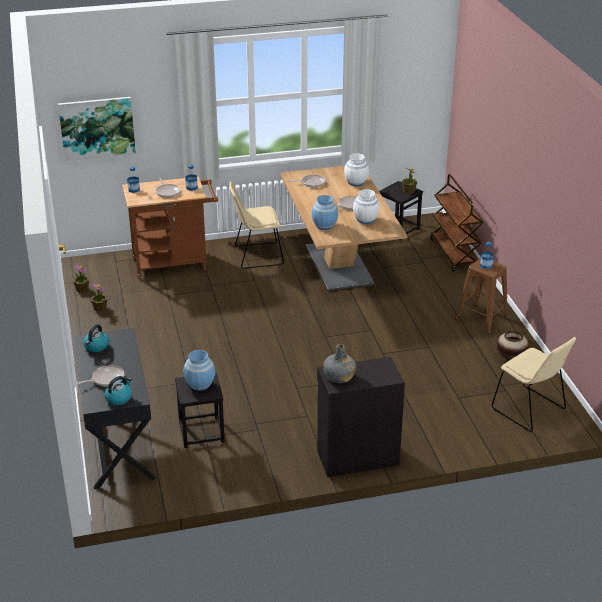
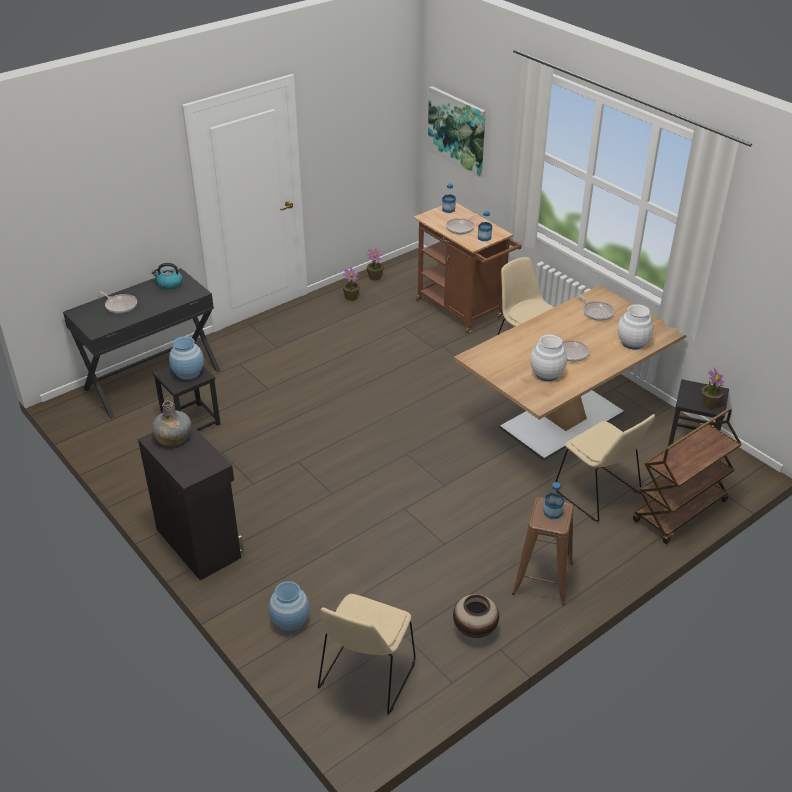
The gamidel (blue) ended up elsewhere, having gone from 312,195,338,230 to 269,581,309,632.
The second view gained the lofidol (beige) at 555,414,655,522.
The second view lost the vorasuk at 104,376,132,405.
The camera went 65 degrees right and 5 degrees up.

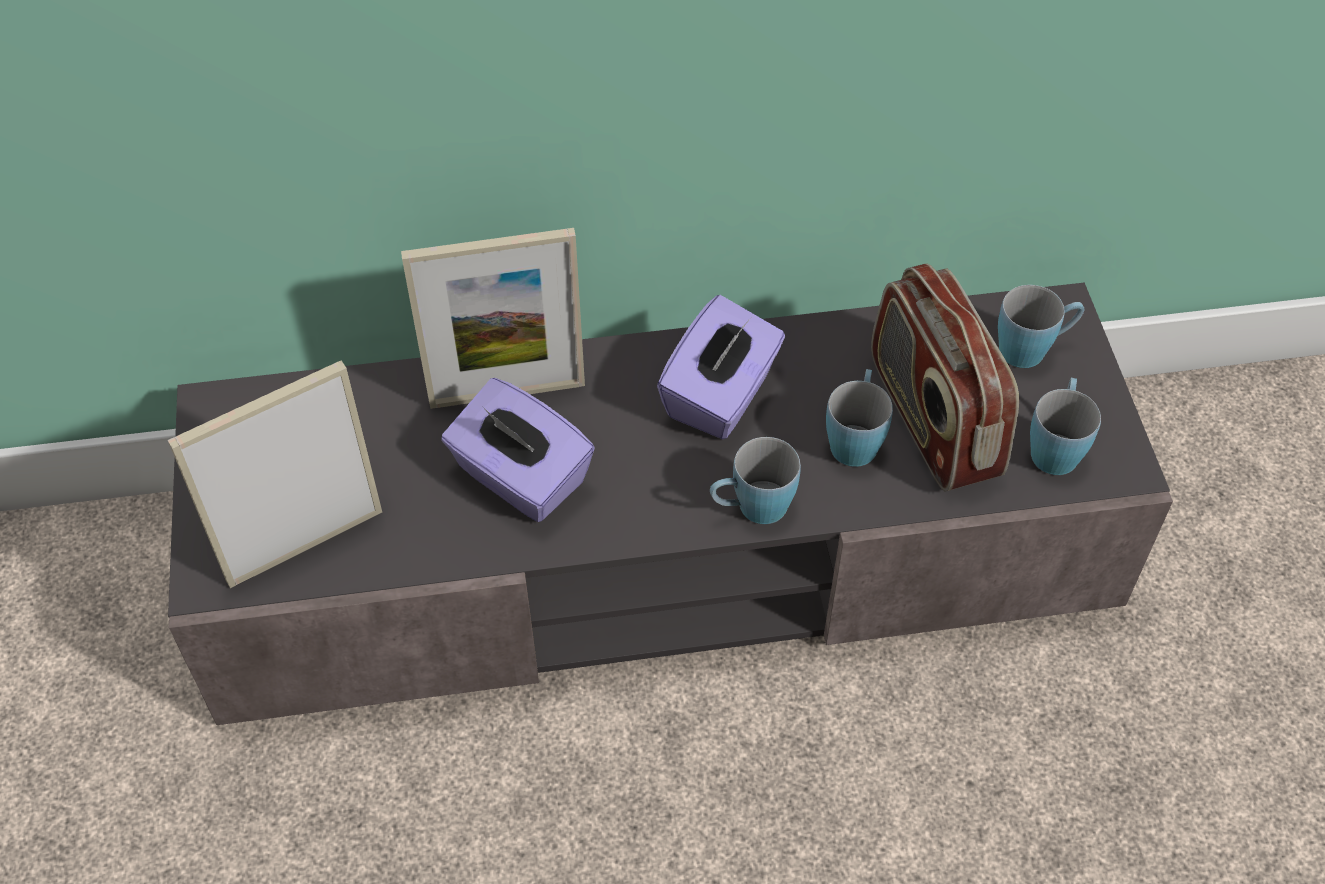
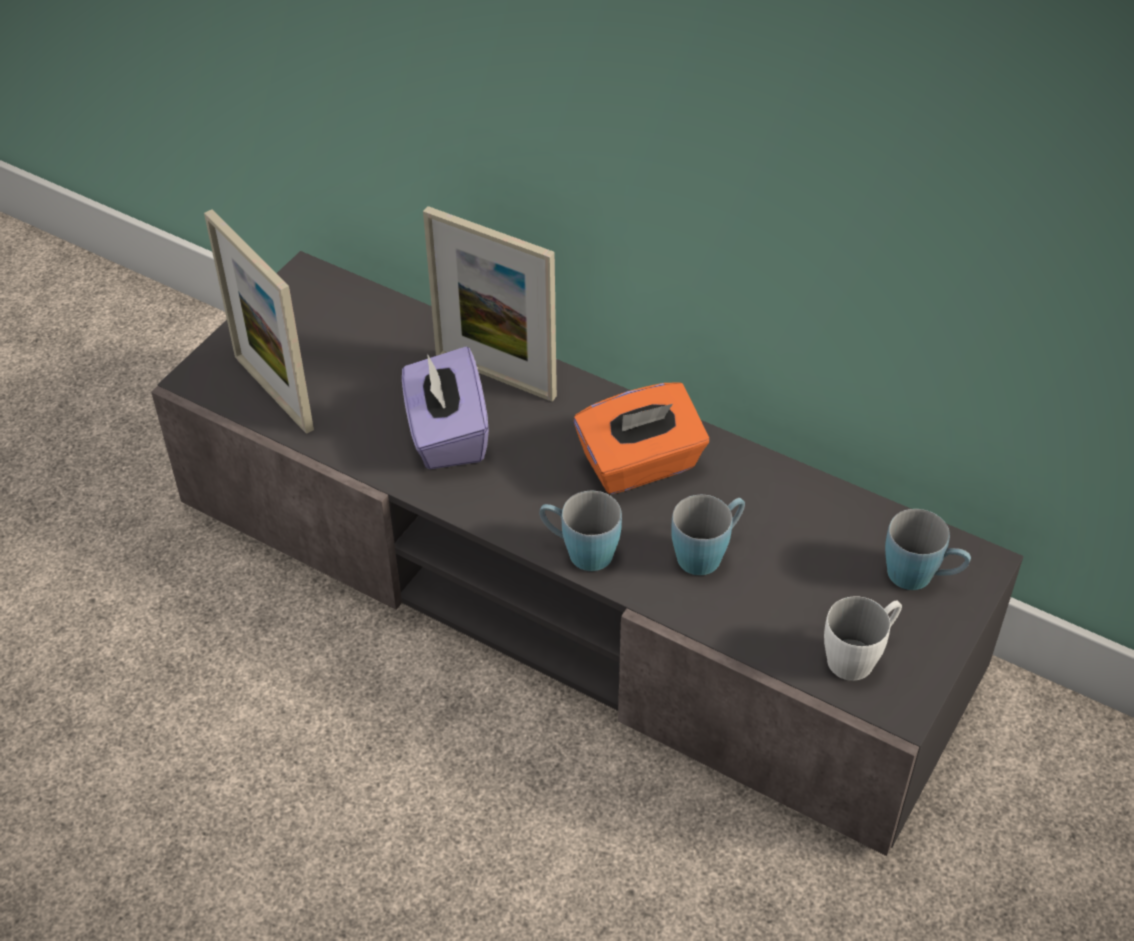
The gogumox at 168,361,382,588 ended up facing another way, 135 degrees counterclockwise from before.
What was the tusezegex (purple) at 657,295,785,439 turned into the tusezegex (orange) at 574,382,709,494.
What was the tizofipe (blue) at 1030,377,1101,475 turned into the tizofipe (white) at 824,596,902,681.
The second view lost the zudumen at 871,263,1019,492.
The camera went 40 degrees right and 5 degrees down.

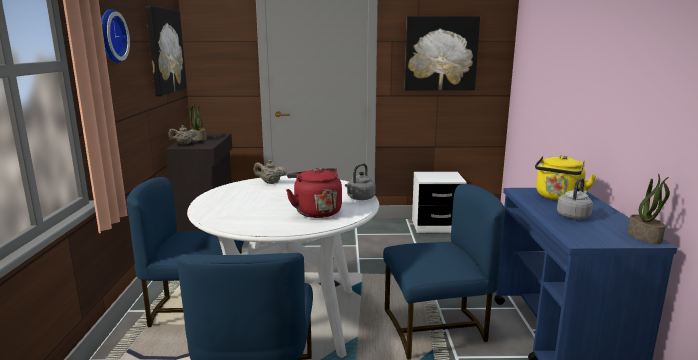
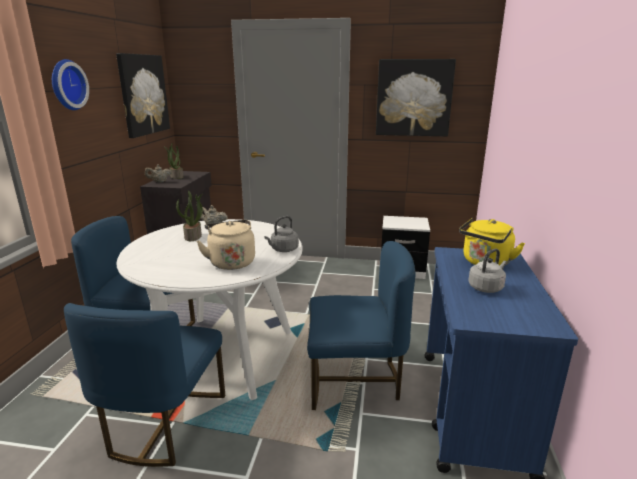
The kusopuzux ended up elsewhere, having gone from 627,173,670,244 to 176,191,203,241.
What was the vorasuk (red) at 286,168,342,218 turned into the vorasuk (beige) at 196,220,255,270.
The camera went 10 degrees right and 5 degrees up.

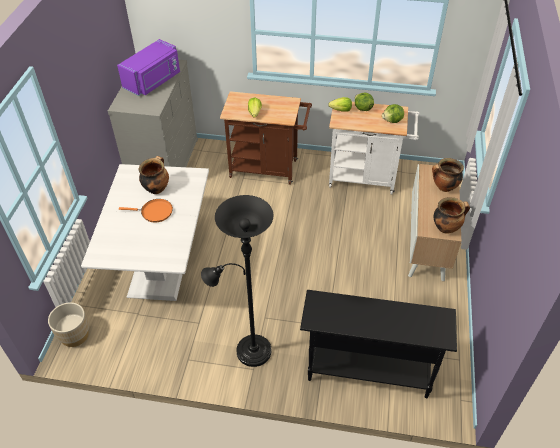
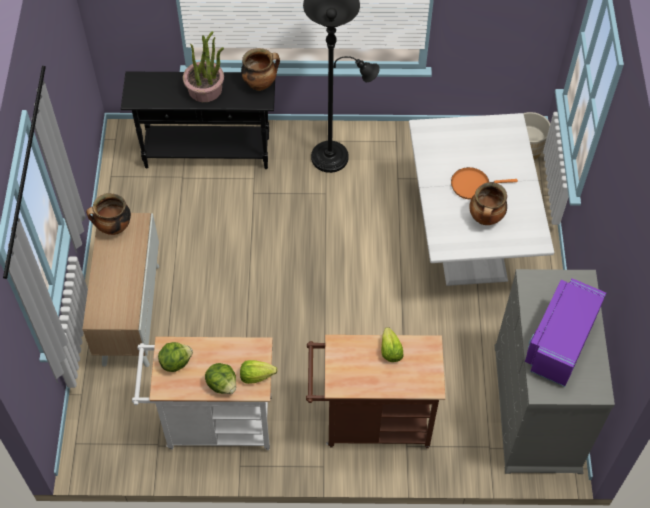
The second view gained the kusopuzux at 183,31,224,102.
The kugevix ended up elsewhere, having gone from 432,158,464,192 to 241,48,280,91.
The camera went 170 degrees right and 10 degrees up.

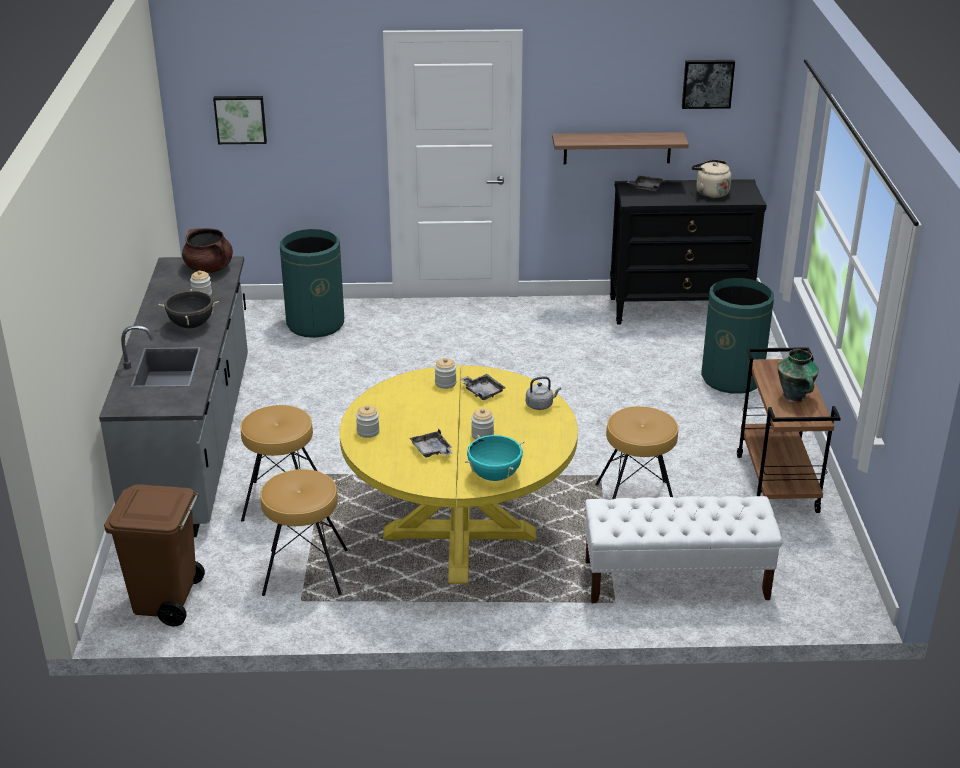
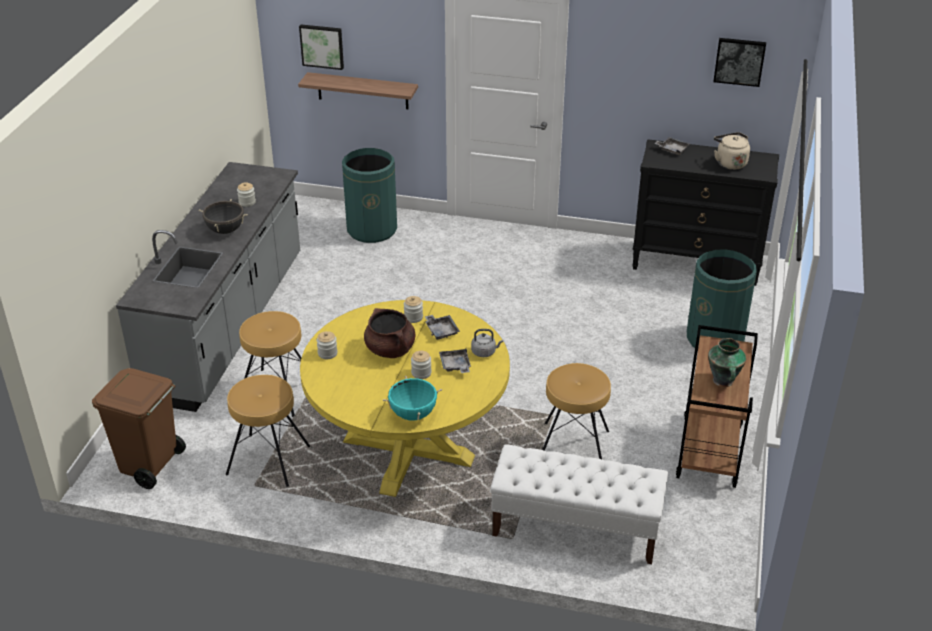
The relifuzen ended up elsewhere, having gone from 552,132,689,164 to 298,72,418,109.
The kugevix (brown) ended up elsewhere, having gone from 182,228,233,273 to 364,308,416,358.
The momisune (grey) ended up elsewhere, having gone from 409,429,453,458 to 439,349,471,373.
The camera went 15 degrees right and 5 degrees up.

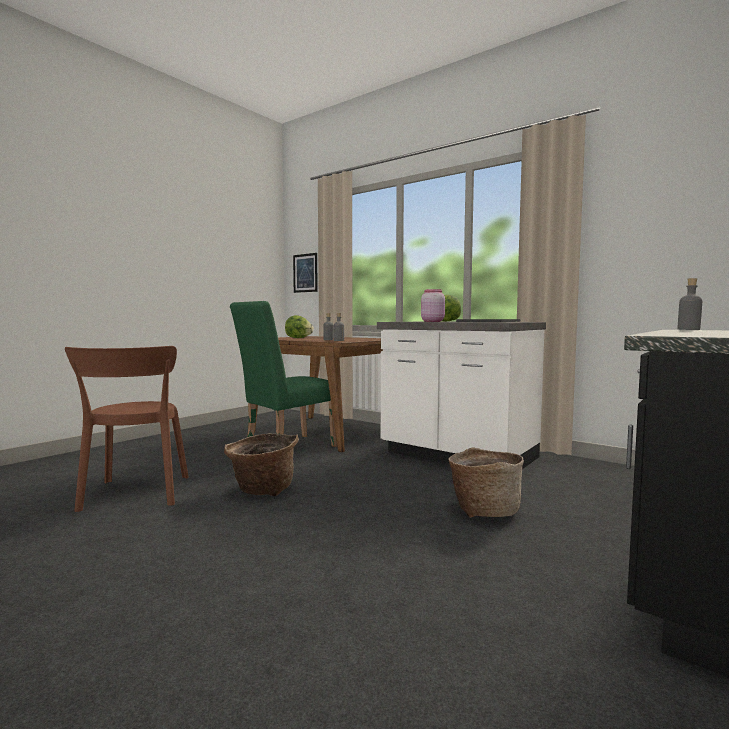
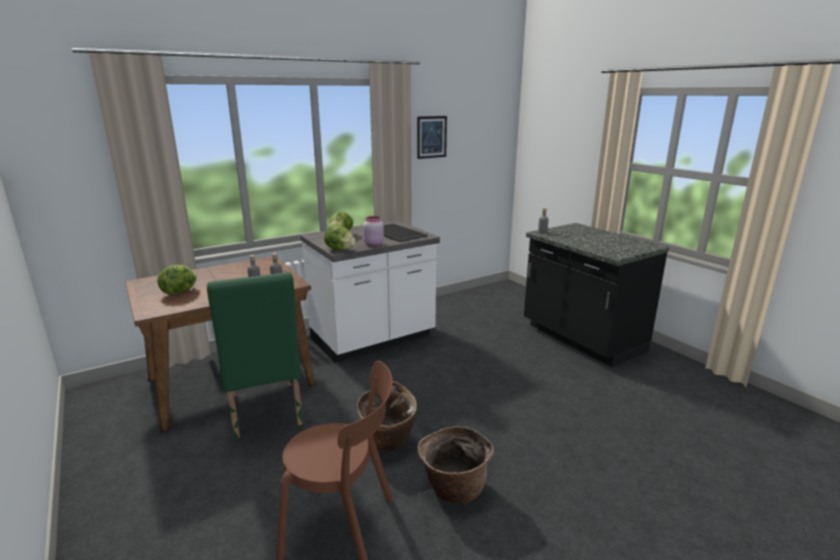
The second view gained the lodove at 324,224,356,251.
The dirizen ended up elsewhere, having gone from 293,253,318,293 to 417,116,447,159.
The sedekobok ended up elsewhere, having gone from 448,447,524,518 to 417,426,494,505.
The camera went 70 degrees left and 15 degrees up.

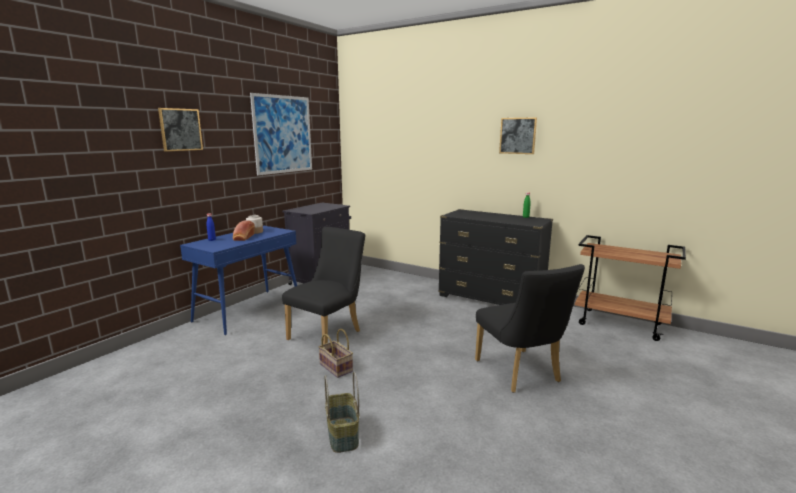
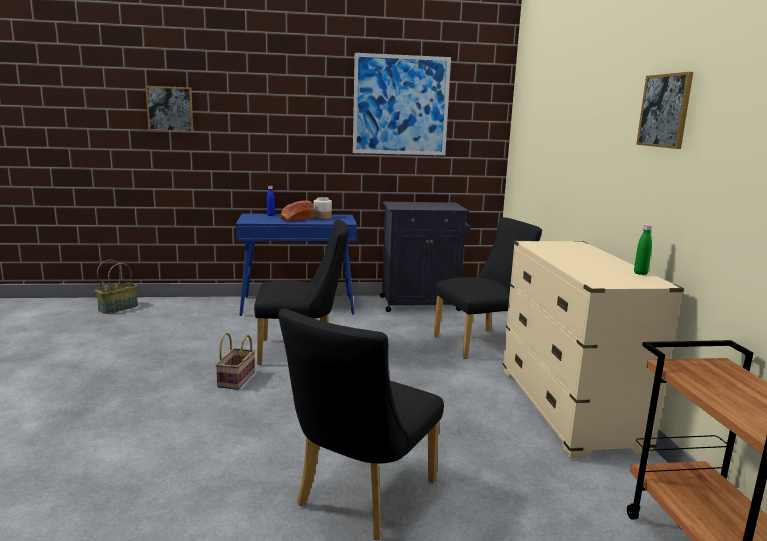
The sedekobok ended up elsewhere, having gone from 325,371,359,453 to 95,260,138,314.
The dirizen ended up elsewhere, having gone from 158,108,203,151 to 145,86,194,132.
The second view gained the lofidol (black) at 434,217,542,359.
What was the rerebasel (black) at 438,209,553,305 turned into the rerebasel (beige) at 503,241,684,459.
The camera went 50 degrees right and 0 degrees up.

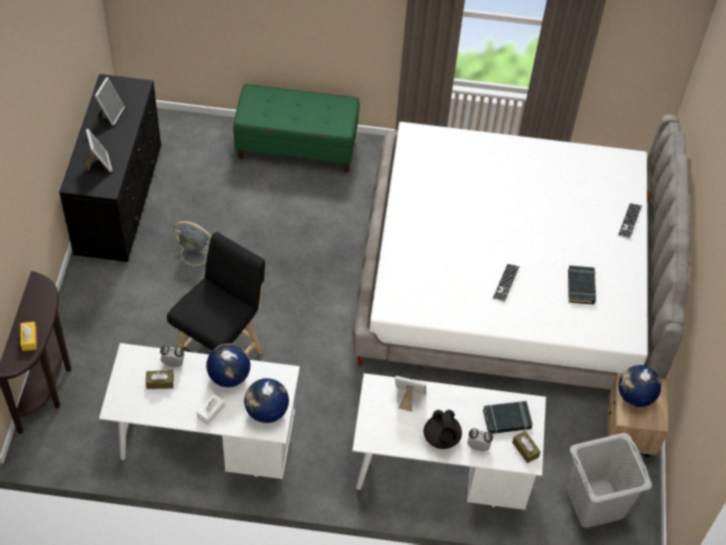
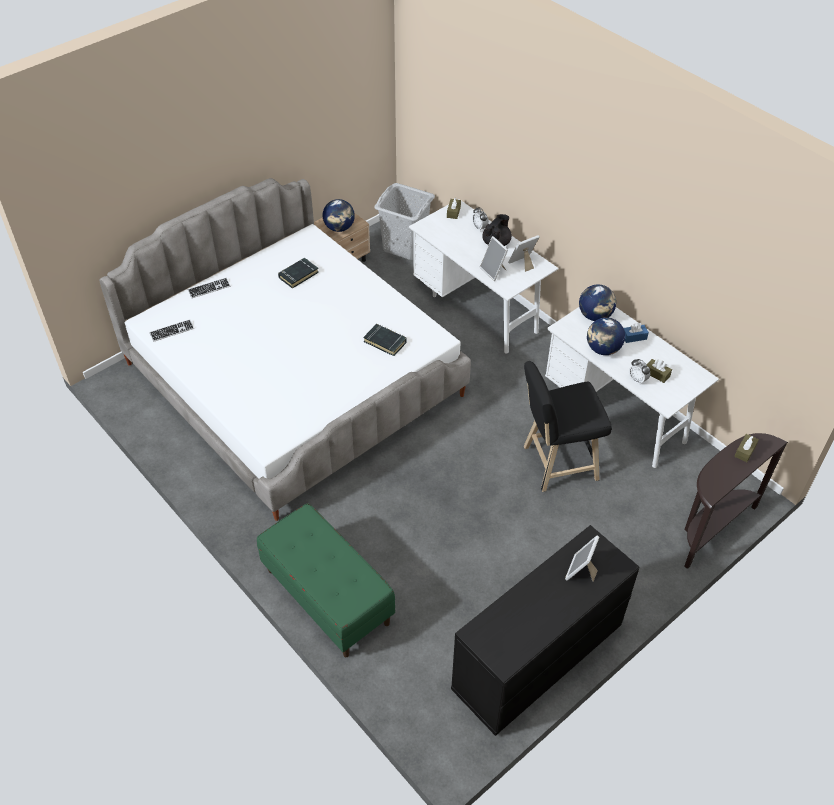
The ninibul ended up elsewhere, having gone from 492,264,520,302 to 150,319,194,342.
The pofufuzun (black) ended up elsewhere, having gone from 483,401,533,434 to 364,324,407,356.
The gogumox ended up elsewhere, having gone from 95,77,125,125 to 508,235,540,272.
What was the tusezegex (white) at 196,393,225,425 turned into the tusezegex (blue) at 624,323,649,343.
What was the tusezegex (yellow) at 20,322,37,351 turned into the tusezegex (brown) at 734,434,759,462.
The second view lost the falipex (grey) at 173,221,211,272.
The camera went 135 degrees left and 5 degrees down.

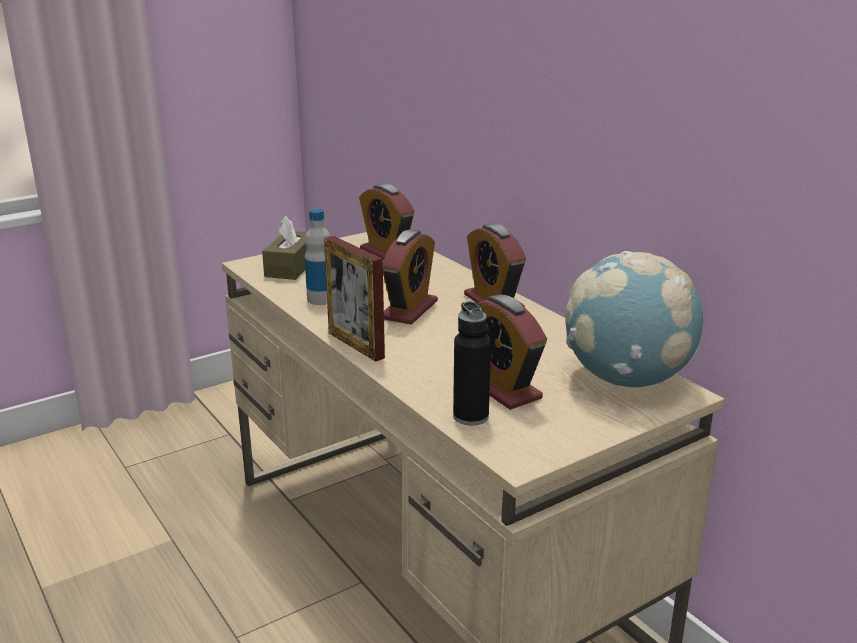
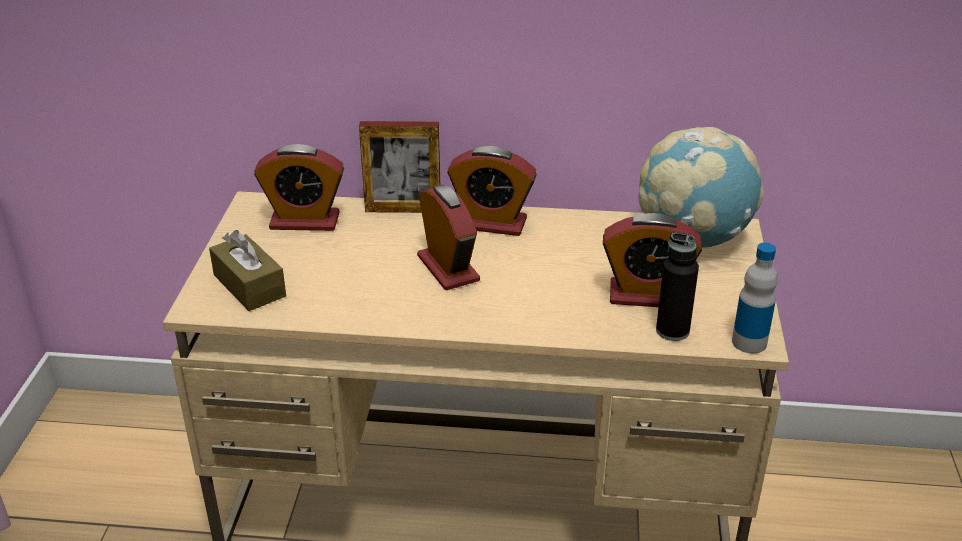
The gogumox ended up elsewhere, having gone from 324,236,385,362 to 359,121,440,213.
The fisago ended up elsewhere, having gone from 305,209,330,305 to 732,242,778,353.
The camera went 50 degrees left and 10 degrees up.

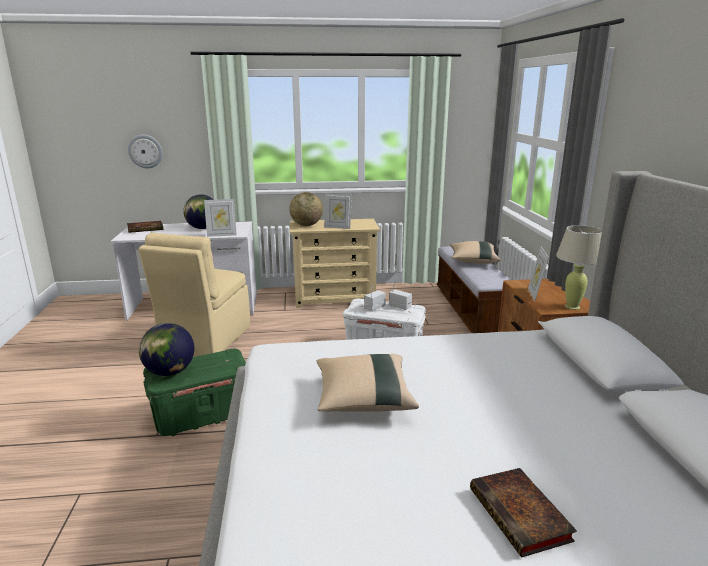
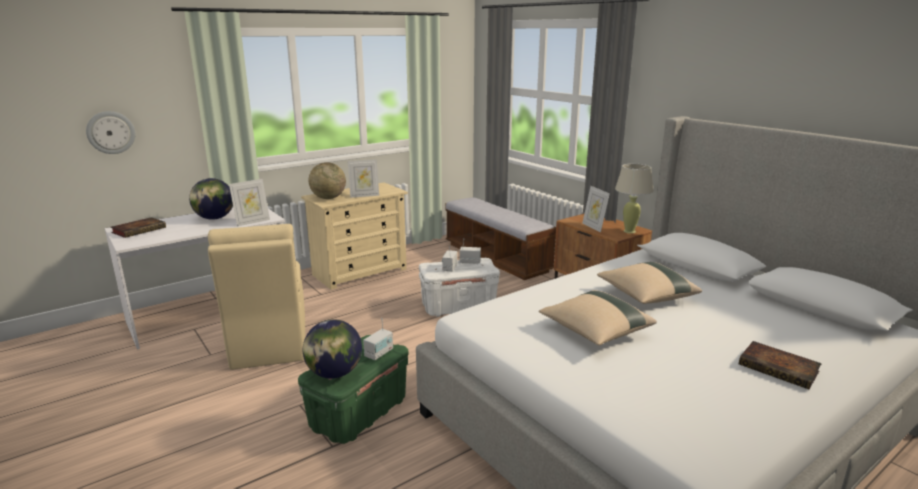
The second view gained the zudumen at 363,318,393,360.
The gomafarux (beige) ended up elsewhere, having gone from 450,241,500,264 to 597,262,702,304.
The camera went 30 degrees left and 0 degrees up.

